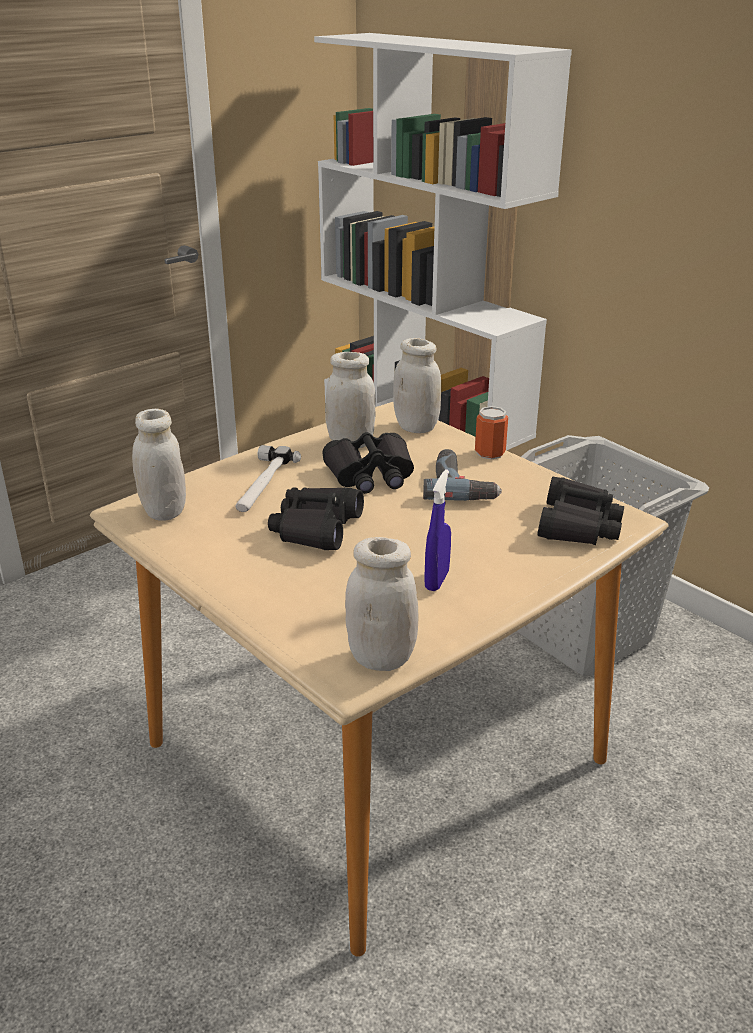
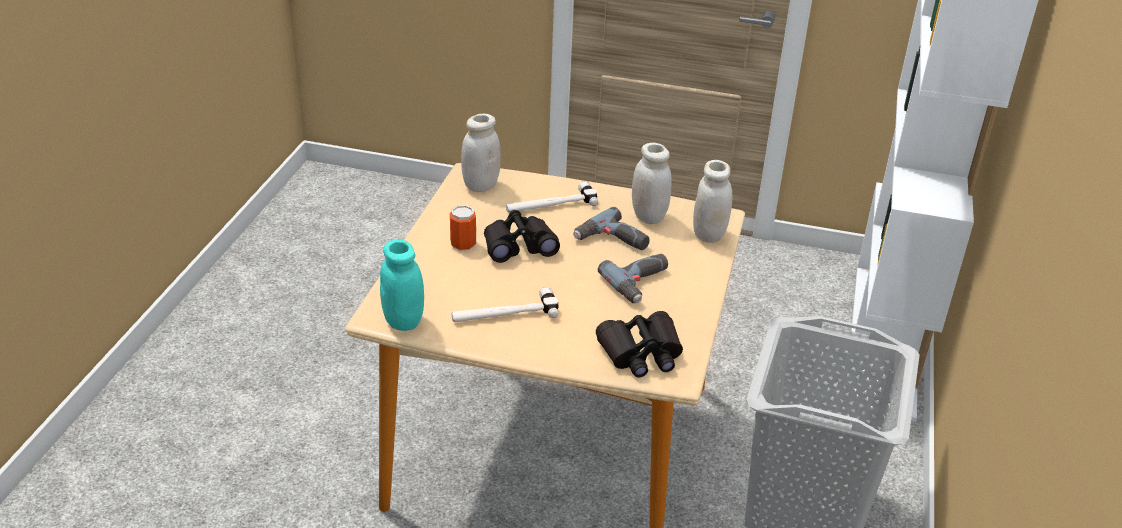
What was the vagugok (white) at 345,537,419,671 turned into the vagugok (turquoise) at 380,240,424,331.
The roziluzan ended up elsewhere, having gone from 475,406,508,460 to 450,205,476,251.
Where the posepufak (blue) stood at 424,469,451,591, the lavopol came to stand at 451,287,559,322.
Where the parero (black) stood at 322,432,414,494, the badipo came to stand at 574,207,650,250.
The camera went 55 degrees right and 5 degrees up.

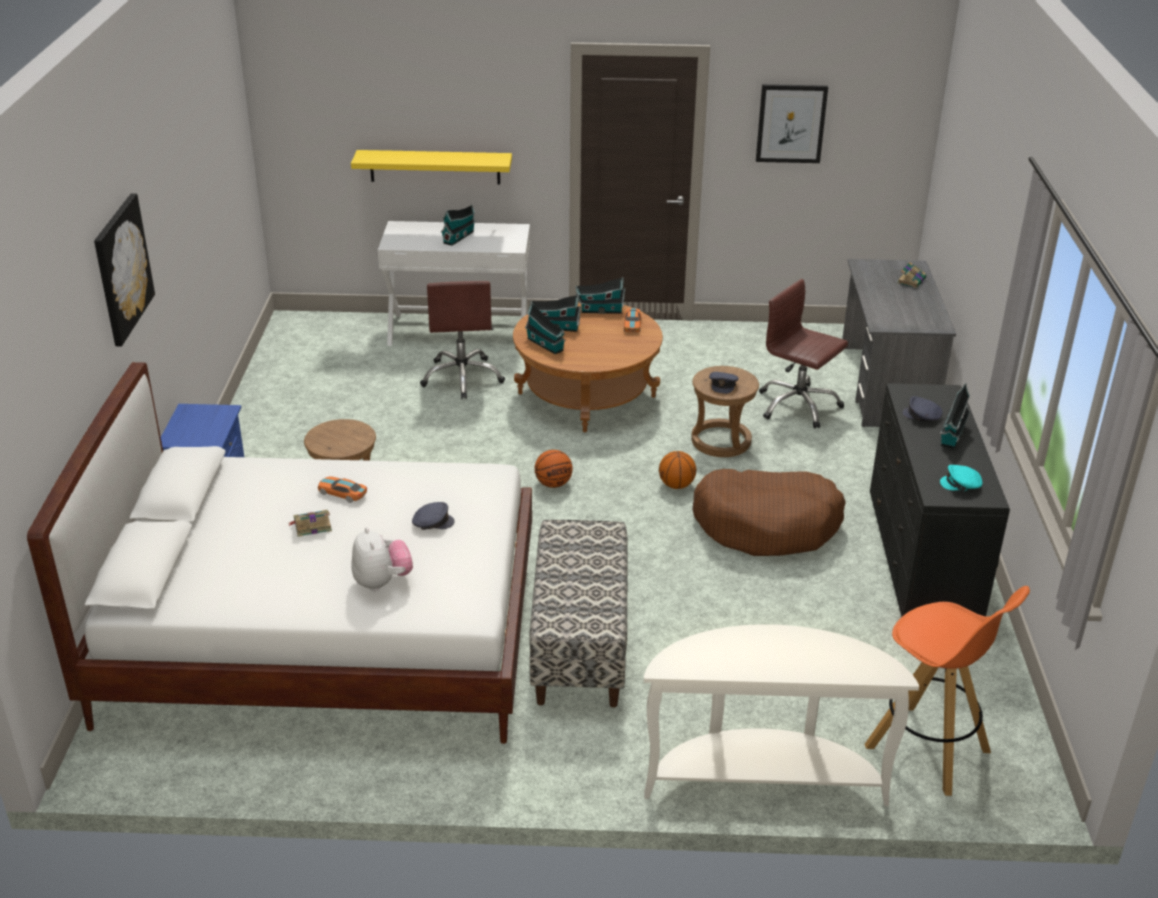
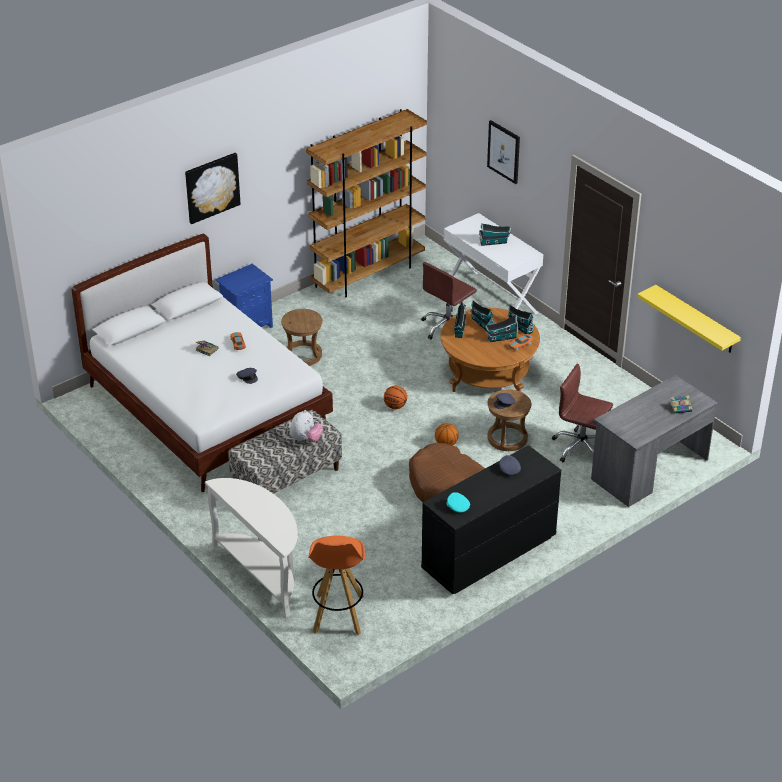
The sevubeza ended up elsewhere, having gone from 352,527,413,591 to 290,410,323,442.
The second view gained the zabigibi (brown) at 306,109,427,297.
The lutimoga ended up elsewhere, having gone from 940,383,970,449 to 485,315,518,342.
The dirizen ended up elsewhere, having gone from 756,84,828,163 to 487,120,520,184.
The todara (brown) at 759,279,848,429 ended up facing another way, 60 degrees counterclockwise from before.
The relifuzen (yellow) ended up elsewhere, having gone from 351,150,512,184 to 637,285,741,353.
The camera went 50 degrees right and 5 degrees up.

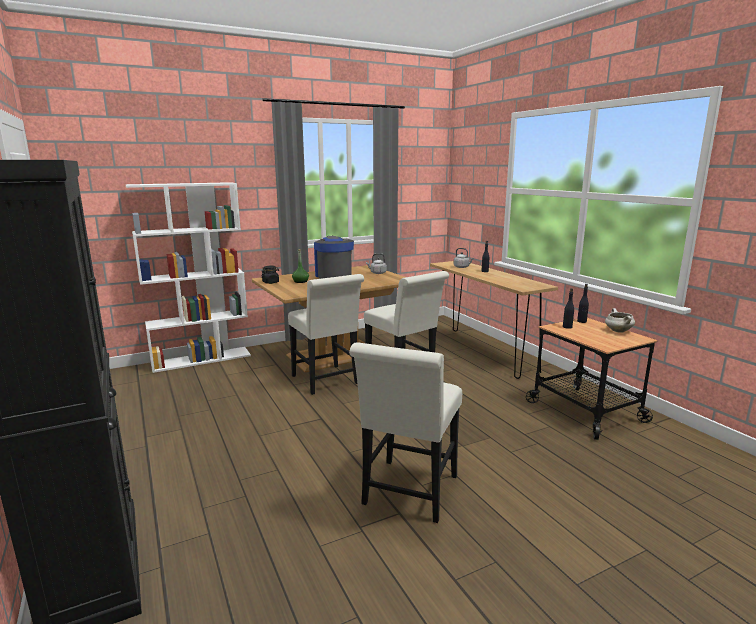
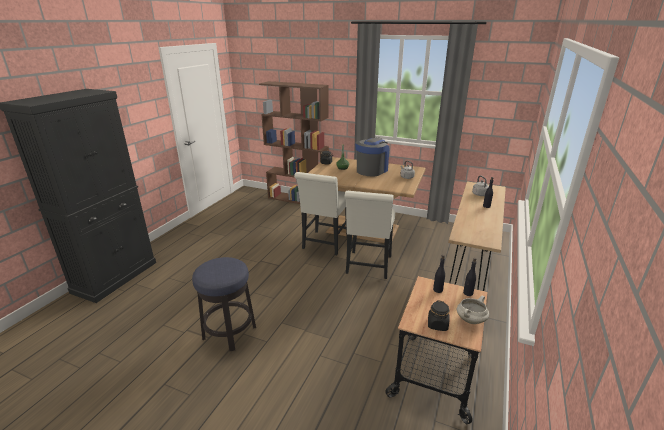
Where the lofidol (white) stood at 349,343,462,523, the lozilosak came to stand at 192,257,256,351.
What was the zabigibi (white) at 125,182,251,373 turned into the zabigibi (brown) at 259,81,329,204.
The second view gained the vagugok (black) at 428,300,450,331.
The camera went 50 degrees right and 10 degrees up.

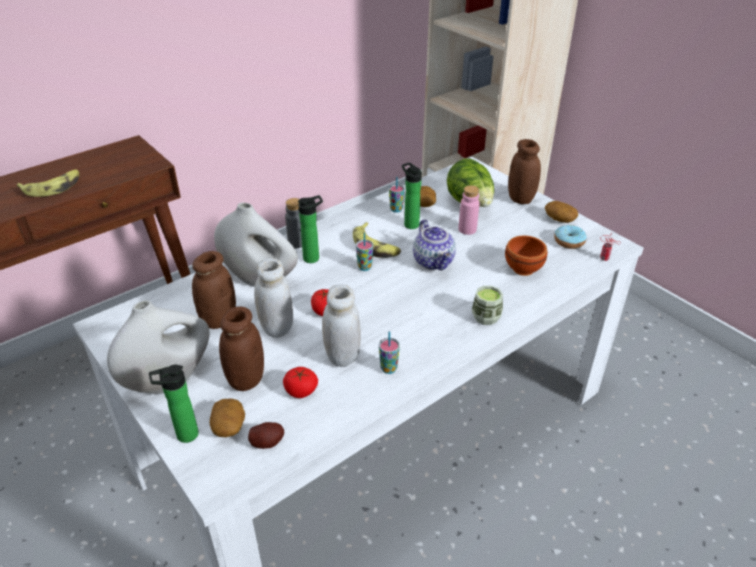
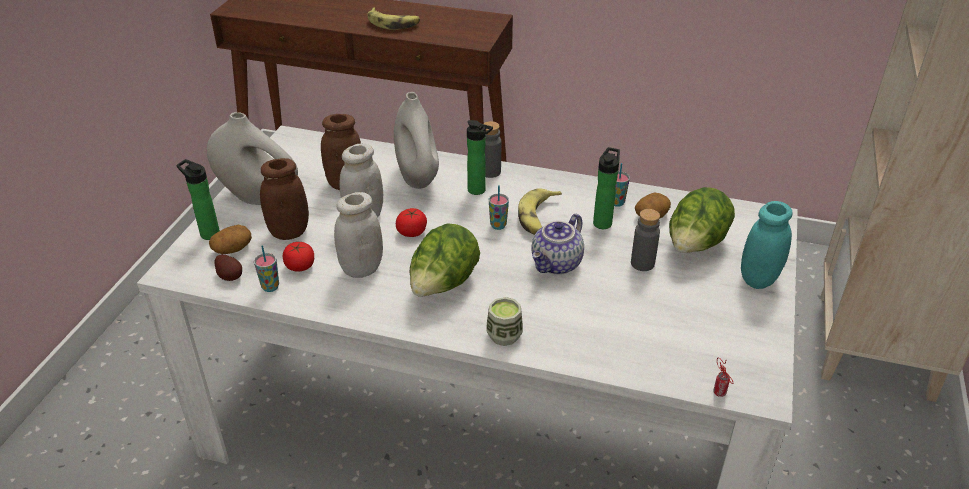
The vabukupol ended up elsewhere, having gone from 379,332,400,374 to 254,245,279,292.
The second view gained the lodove at 410,223,480,297.
What was the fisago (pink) at 458,185,480,235 turned into the fisago (grey) at 631,209,660,271.
What was the vagugok (brown) at 508,139,541,204 turned into the vagugok (turquoise) at 741,201,793,289.
The second view lost the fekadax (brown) at 505,236,547,276.
The second view lost the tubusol at 545,201,578,223.
The second view lost the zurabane at 554,225,587,249.
The camera went 55 degrees right and 0 degrees up.

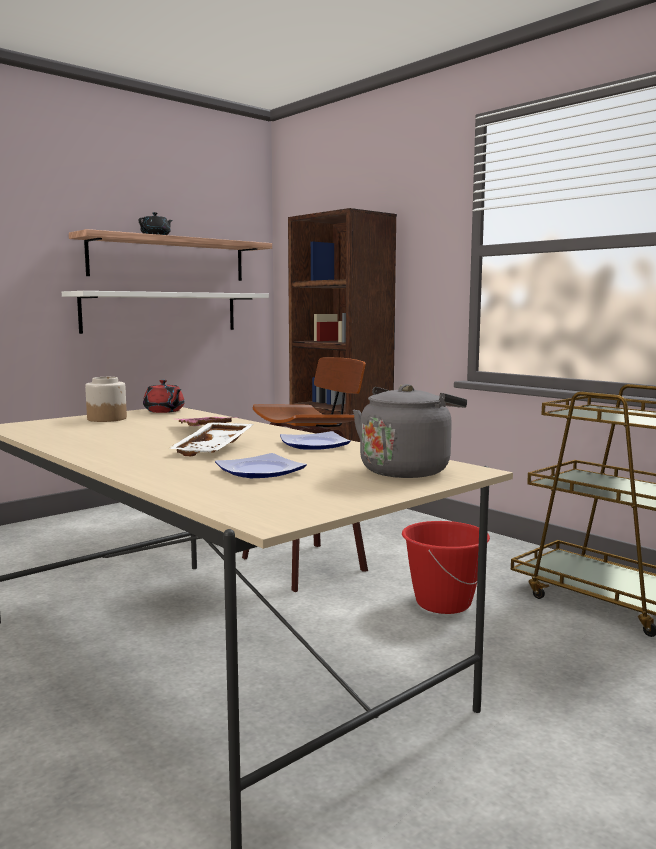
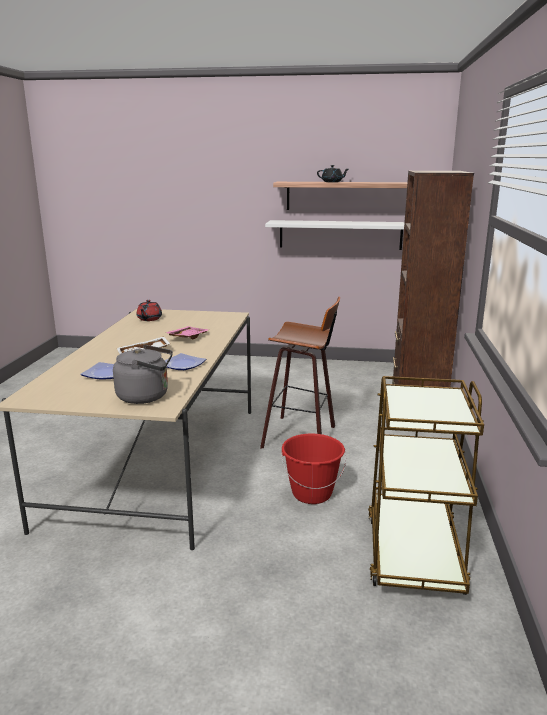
The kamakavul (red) ended up elsewhere, having gone from 143,380,185,413 to 136,300,162,321.
The second view lost the vagugok at 85,377,127,422.
The camera went 50 degrees right and 10 degrees up.

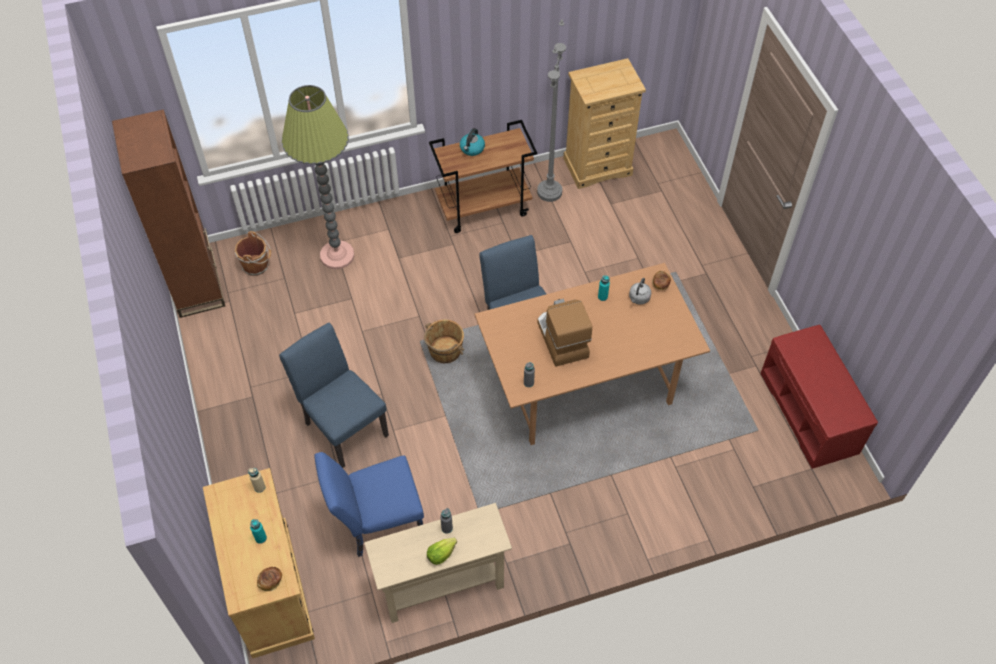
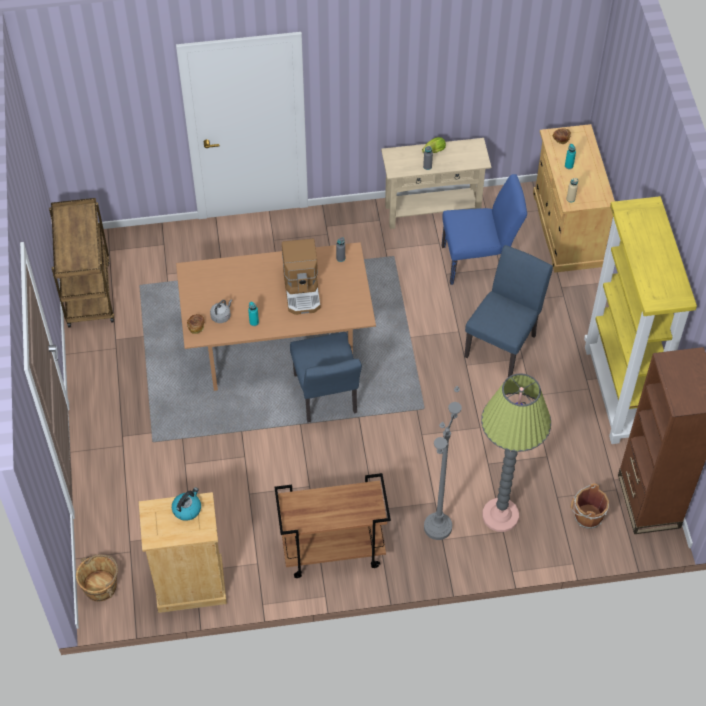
Where the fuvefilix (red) stood at 760,325,878,469, the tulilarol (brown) came to stand at 49,198,114,328.
The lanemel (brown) ended up elsewhere, having gone from 424,320,464,363 to 76,555,118,602.
The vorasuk ended up elsewhere, having gone from 460,128,485,156 to 172,487,201,521.
The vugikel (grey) ended up elsewhere, having gone from 537,19,566,202 to 424,386,462,540.
The lofidol (blue) at 279,323,389,468 ended up facing another way, 120 degrees counterclockwise from before.
The second view gained the zabigibi (yellow) at 584,196,697,444.
The camera went 170 degrees left and 0 degrees up.

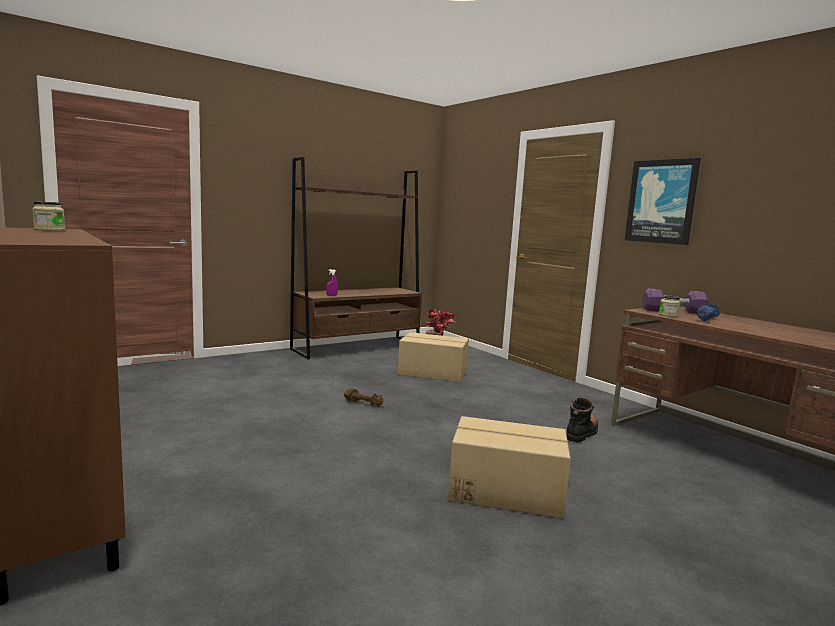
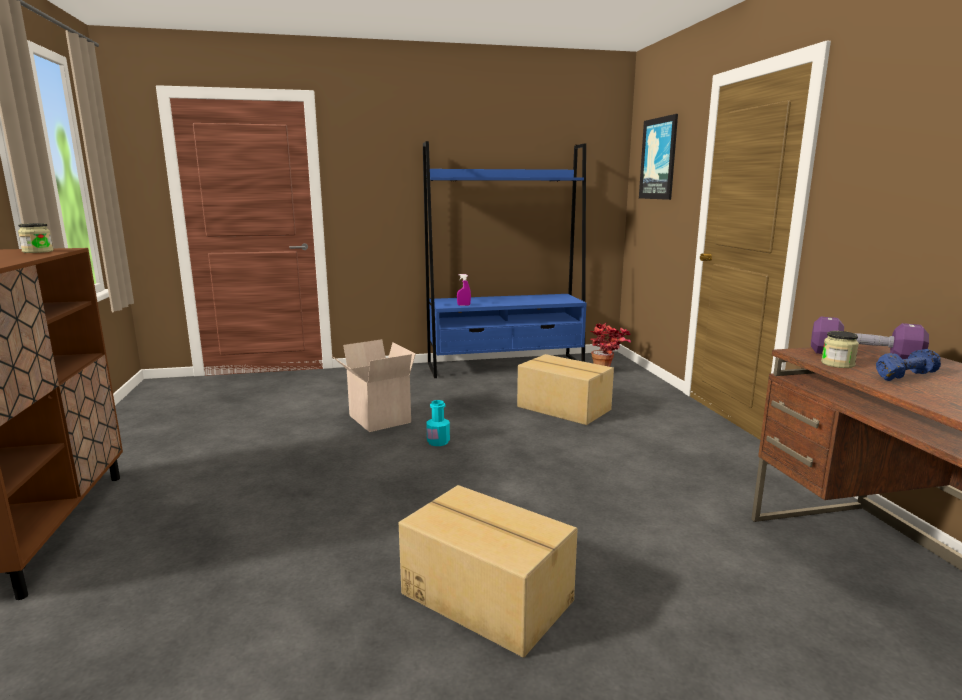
The second view gained the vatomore at 332,339,416,432.
What was the zabigibi (brown) at 290,157,422,359 turned into the zabigibi (blue) at 423,141,587,378.
Where the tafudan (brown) stood at 344,388,383,407, the fisago (turquoise) came to stand at 426,400,450,446.
The dirizen ended up elsewhere, having gone from 625,158,701,245 to 639,114,678,200.
The second view lost the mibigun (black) at 566,398,598,443.
The camera went 25 degrees right and 5 degrees up.

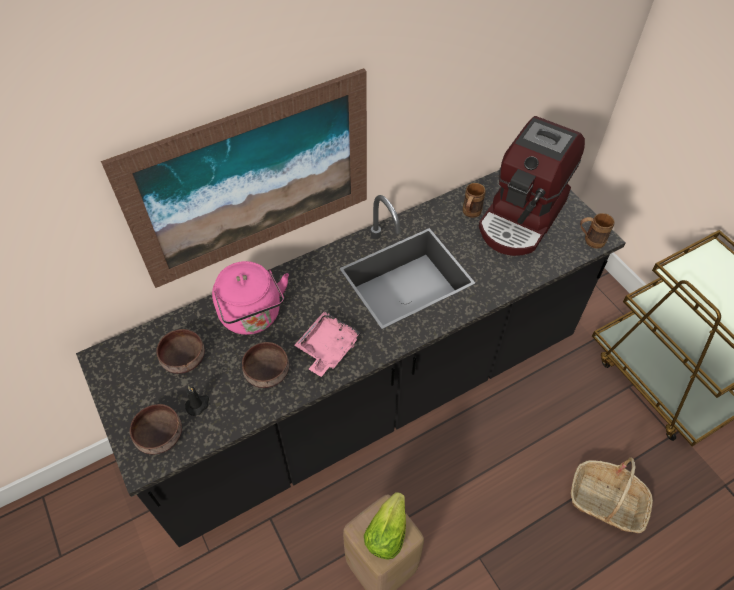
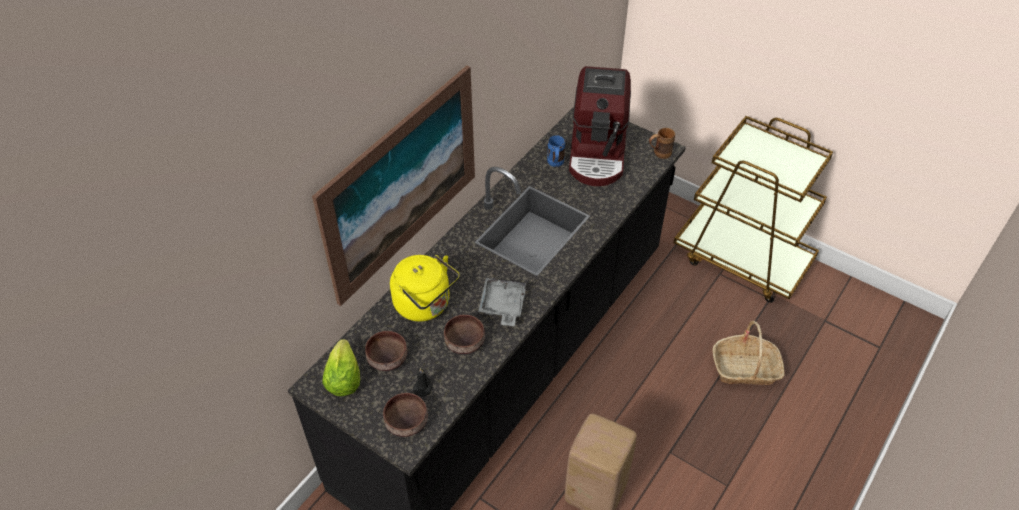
The lodove ended up elsewhere, having gone from 364,492,406,560 to 322,339,360,396.
What was the vorasuk (pink) at 212,261,289,335 turned into the vorasuk (yellow) at 390,255,460,321.
What was the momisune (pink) at 294,312,362,377 turned into the momisune (grey) at 478,278,526,326.
What was the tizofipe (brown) at 463,183,486,218 turned into the tizofipe (blue) at 547,135,565,167.
The camera went 25 degrees left and 5 degrees down.

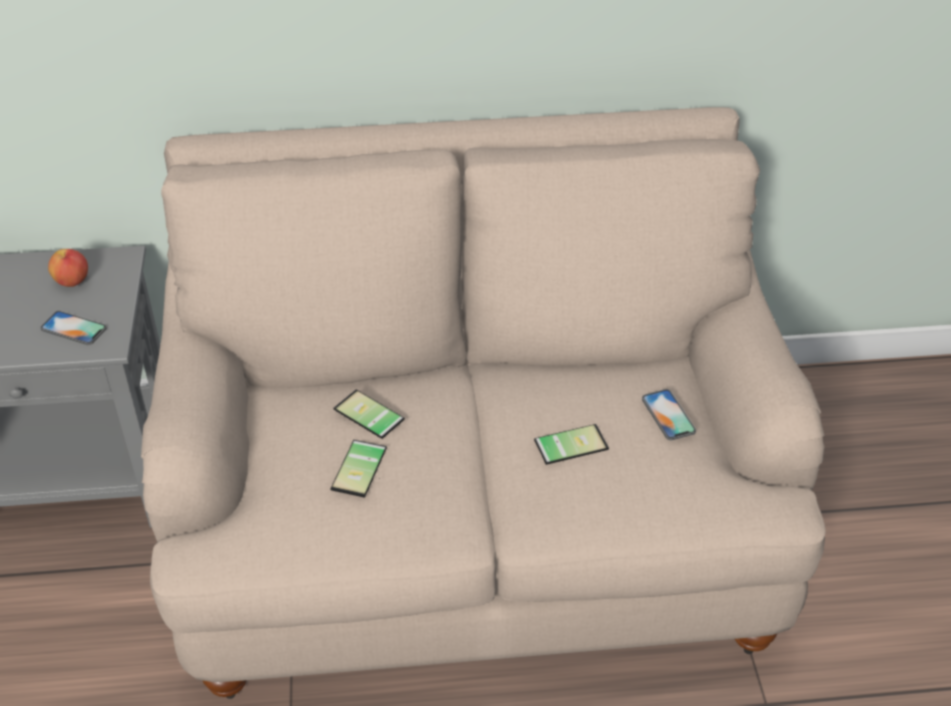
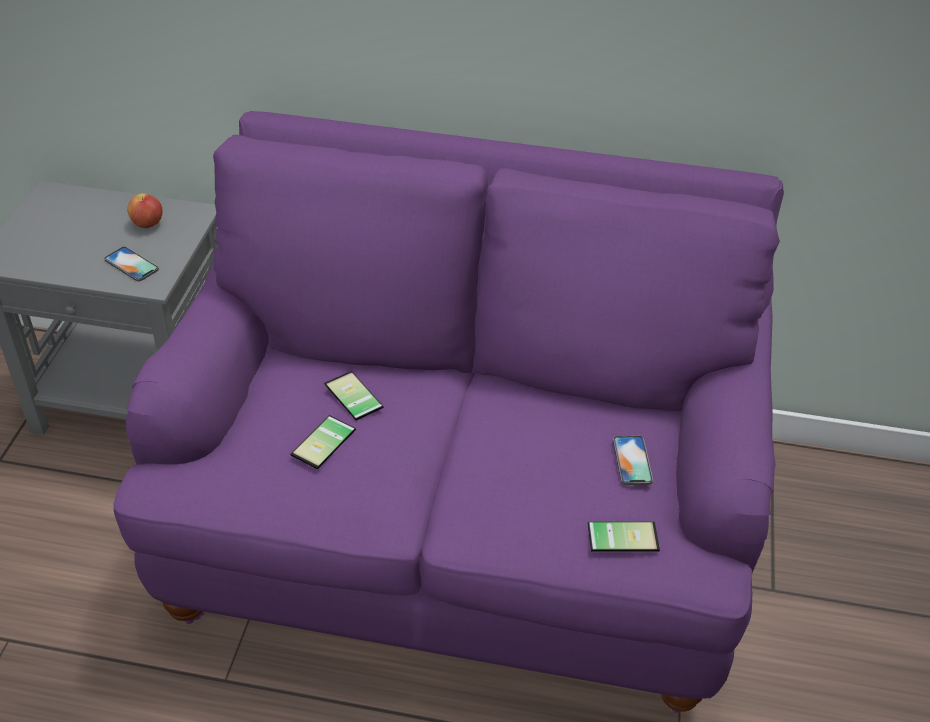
What was the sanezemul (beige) at 141,107,826,699 turned into the sanezemul (purple) at 113,111,784,713.
The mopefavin ended up elsewhere, having gone from 534,422,609,465 to 588,522,660,552.
The camera went 15 degrees right and 0 degrees up.

